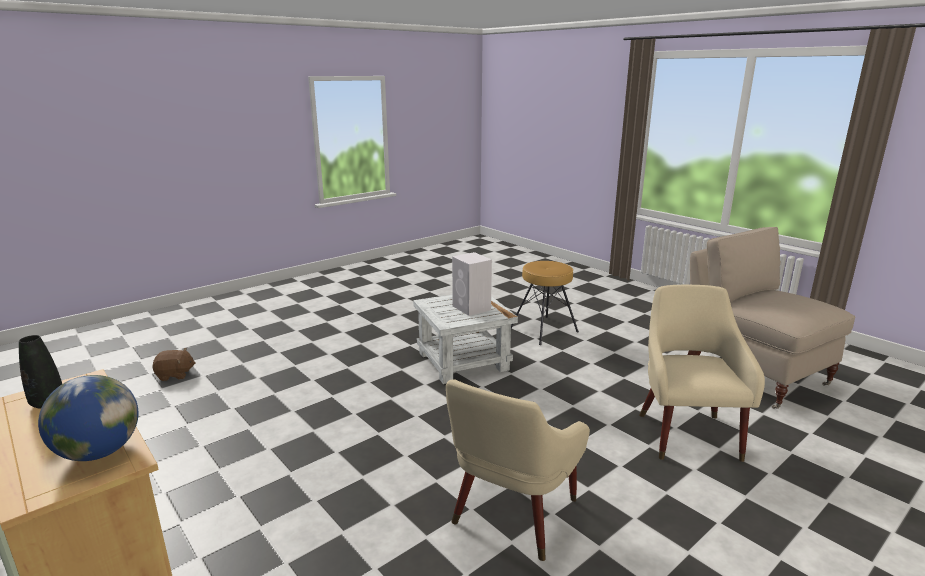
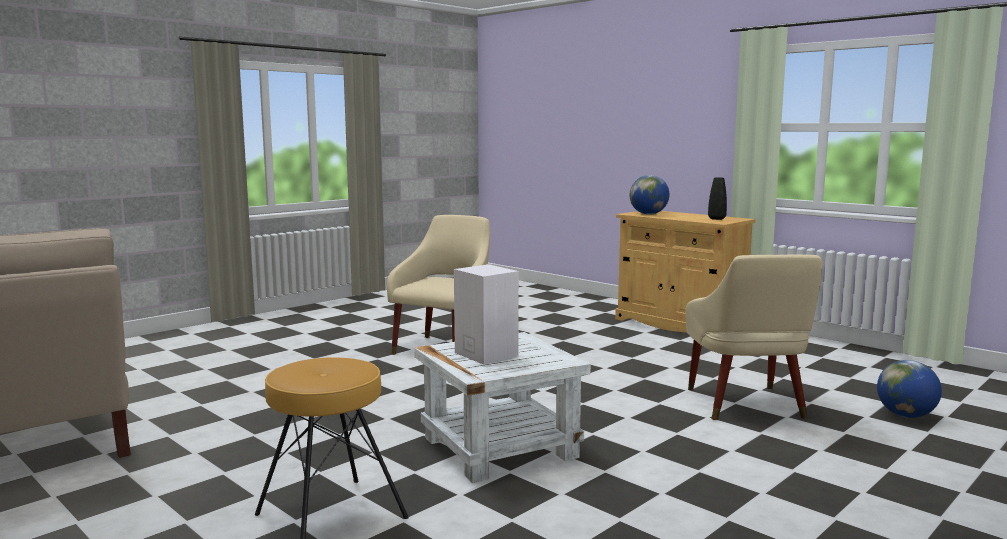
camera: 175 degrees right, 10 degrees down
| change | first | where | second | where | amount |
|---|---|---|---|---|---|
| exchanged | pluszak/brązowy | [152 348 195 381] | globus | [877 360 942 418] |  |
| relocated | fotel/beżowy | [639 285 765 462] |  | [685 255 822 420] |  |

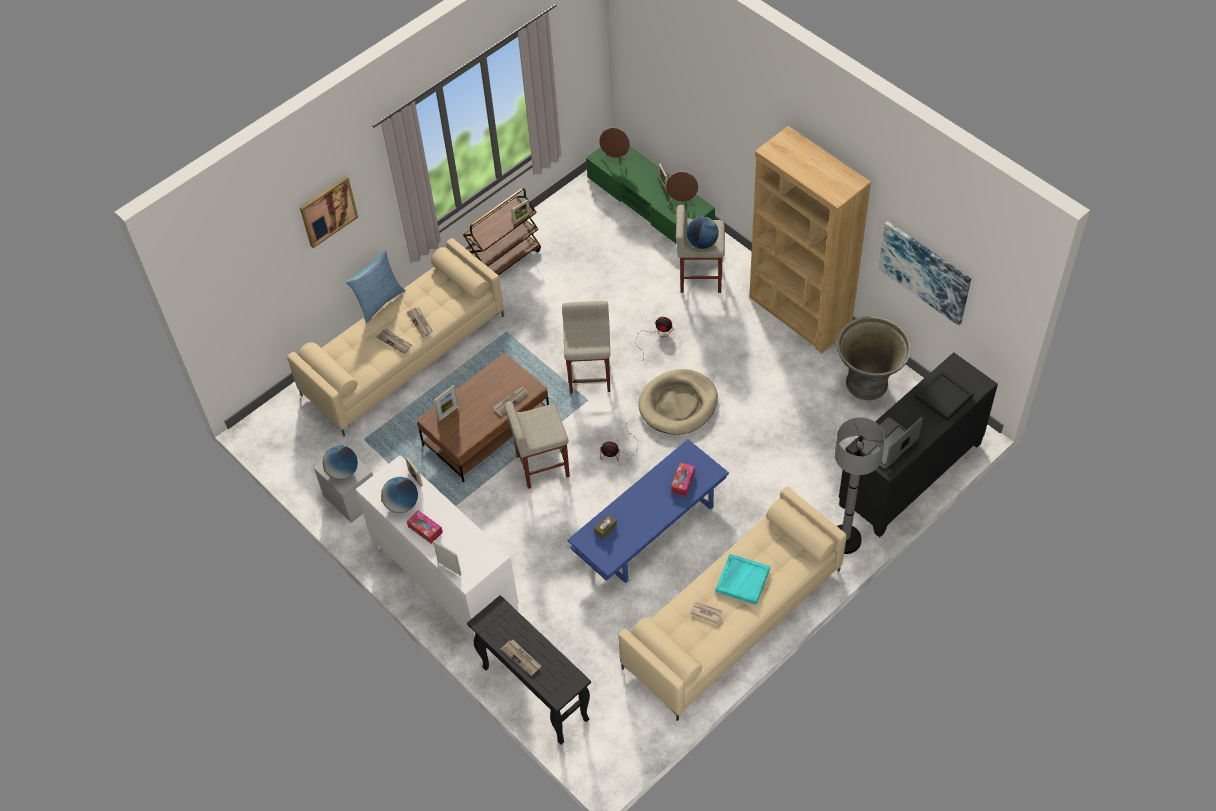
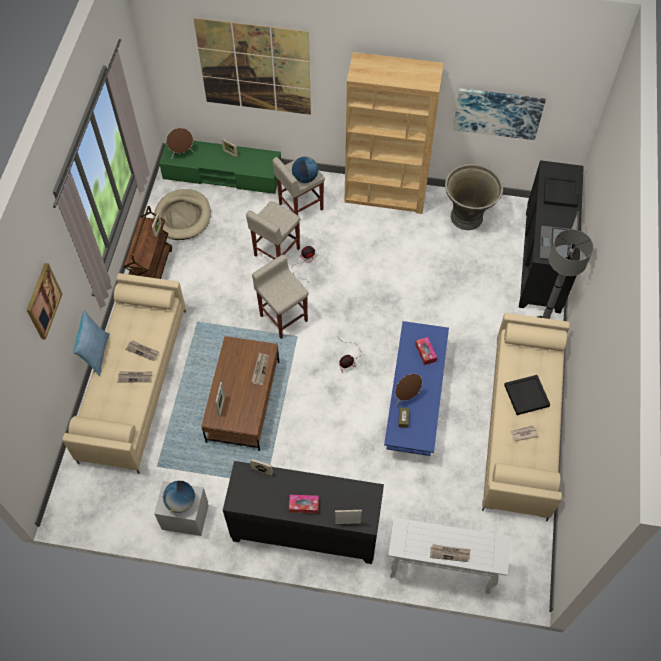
camera: 40 degrees left, 5 degrees up
| change | first | where | second | where | amount |
|---|---|---|---|---|---|
| colour | szafka/biały | [356 455 519 642] | szafka/czarny | [223 461 384 564] |  |
| missing | globus | [381 477 418 513] |  |  |  |
| colour | stolik konsolowy/czarny | [467 595 591 745] | stolik konsolowy/biały | [388 517 511 594] |  |
| relocated | stołek/beżowy | [504 401 570 489] |  | [246 201 300 259] |  |
| relocated | legowisko/beżowy | [638 369 718 434] |  | [153 189 211 240] |  |
| relocated | głośnik/brązowy | [666 172 698 207] |  | [395 374 422 406] |  |
| colour | taca/turkusowy | [715 554 770 605] | taca/czarny | [504 375 550 415] |  |
| appeared |  |  | obraz | [193 18 311 115] |  |

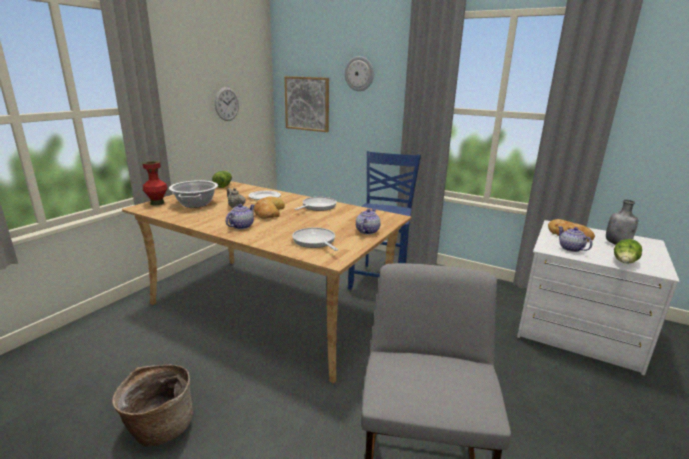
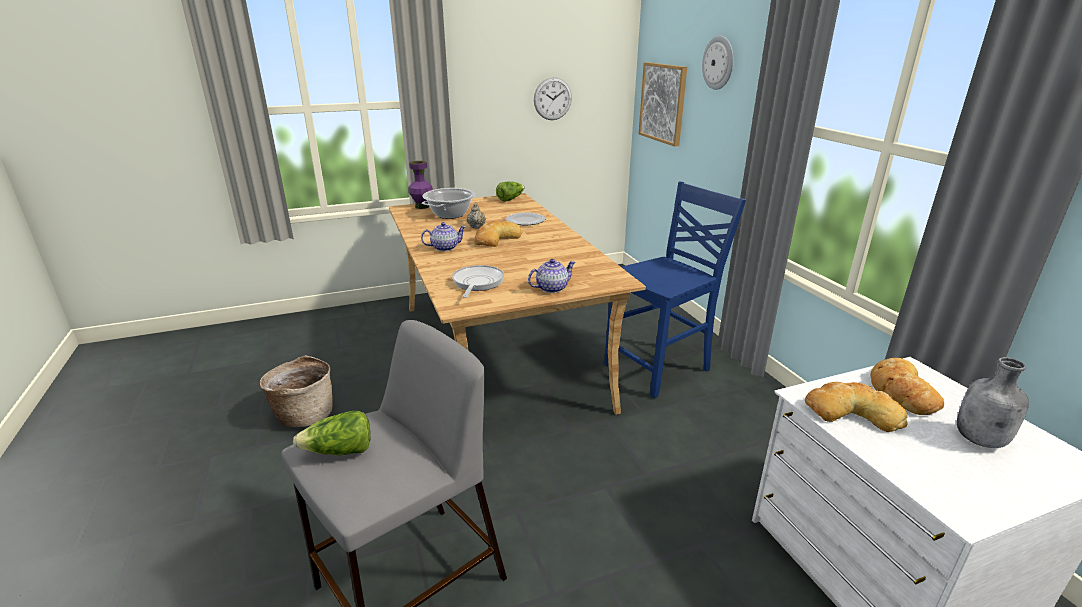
camera: 40 degrees right, 5 degrees up
| change | first | where | second | where | amount |
|---|---|---|---|---|---|
| colour | wazon/czerwony | [143 161 168 205] | wazon/fioletowy | [408 161 433 209] |  |
| missing | patelnia | [295 197 337 211] |  |  |  |
| exchanged | imbryk | [558 226 592 252] | chleb | [805 382 908 432] |  |
| relocated | sałata | [614 239 642 264] |  | [293 411 370 455] |  |

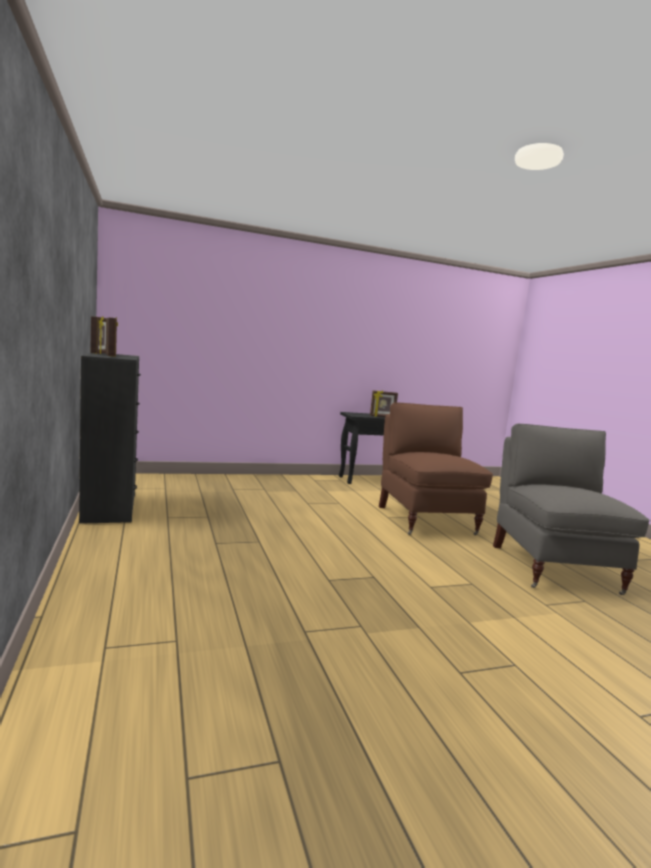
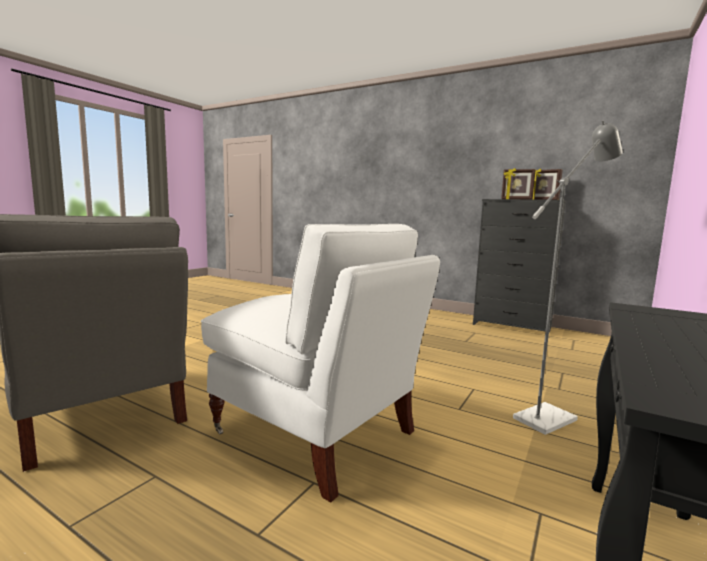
camera: 140 degrees right, 0 degrees up
| change | first | where | second | where | amount |
|---|---|---|---|---|---|
| missing | ramka na zdjęcie | [370 391 398 417] |  |  |  |
| colour | fotel/brązowy | [379 402 493 535] | fotel/biały | [201 224 440 503] |  |
| appeared |  |  | lampa stojąca/szary | [513 120 623 435] |  |

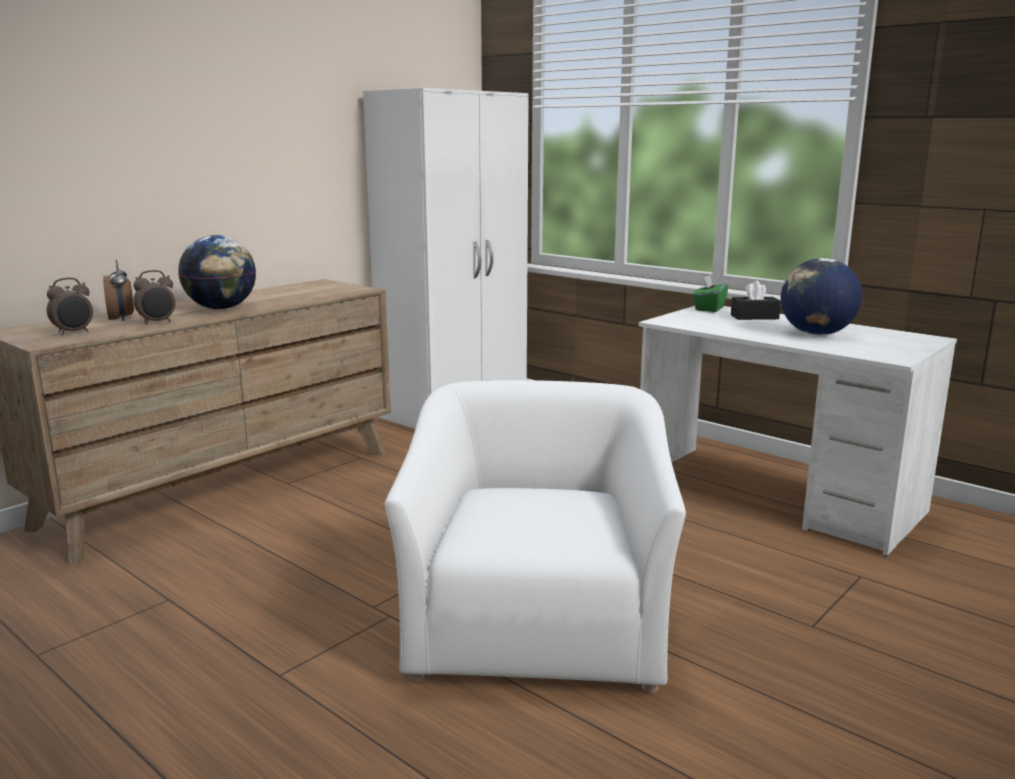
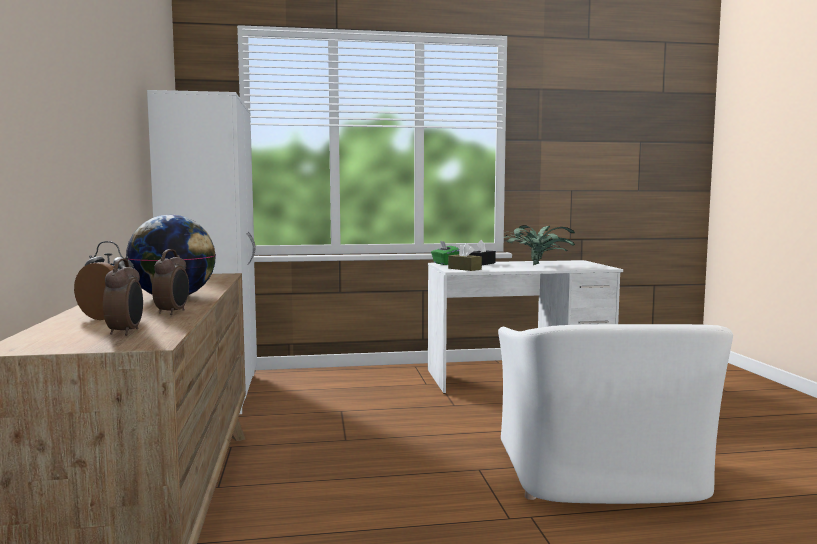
camera: 50 degrees left, 10 degrees down
| change | first | where | second | where | amount |
|---|---|---|---|---|---|
| spun | fotel/biały | [385 380 686 693] |  | [498 324 733 504] | 135 degrees counterclockwise |
| exchanged | globus | [781 258 862 335] | roślina doniczkowa | [504 225 575 265] |  |
| appeared |  |  | pudełko chusteczek/brązowy | [448 243 482 271] |  |

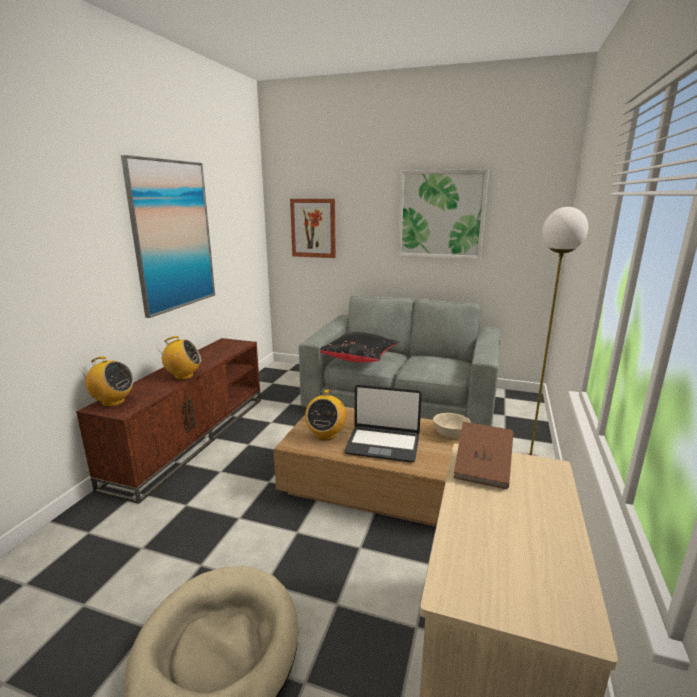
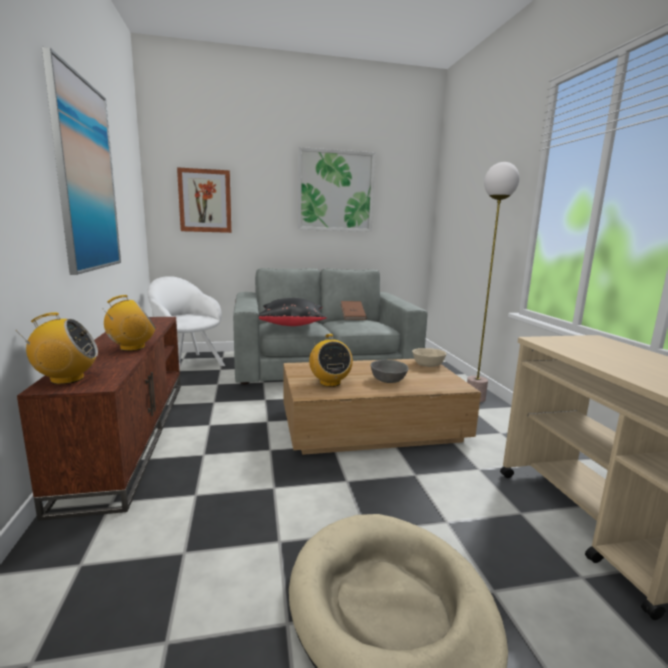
camera: 30 degrees left, 5 degrees down
| change | first | where | second | where | amount |
|---|---|---|---|---|---|
| exchanged | laptop | [344 385 422 463] | miska/szary | [370 360 409 383] |  |
| relocated | książka/brązowy | [454 422 513 489] |  | [340 301 367 320] |  |
| appeared |  |  | fotel/biały | [147 276 225 369] |  |

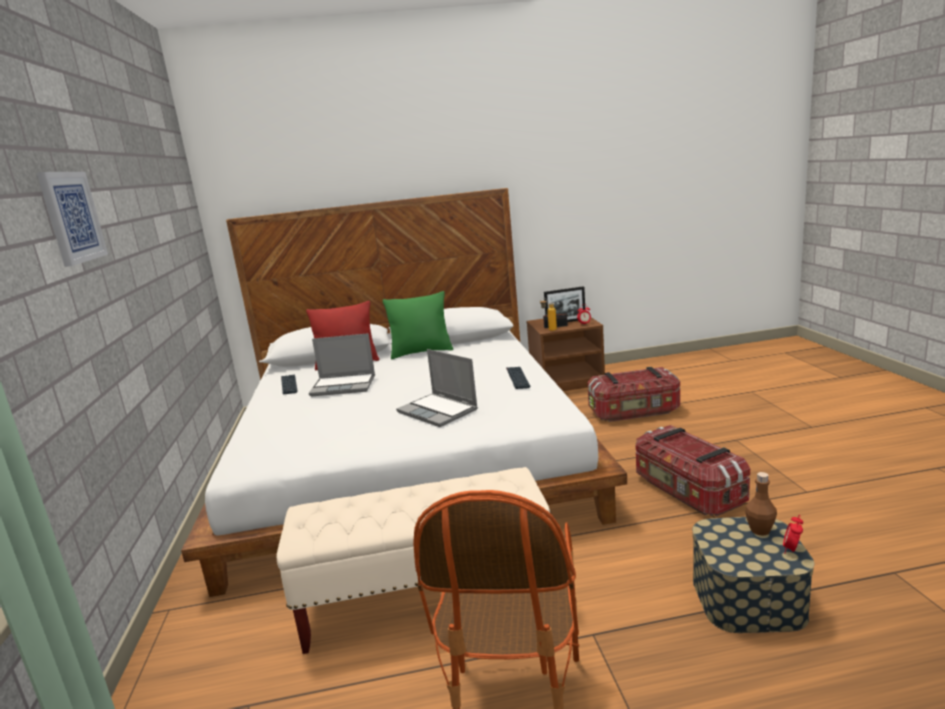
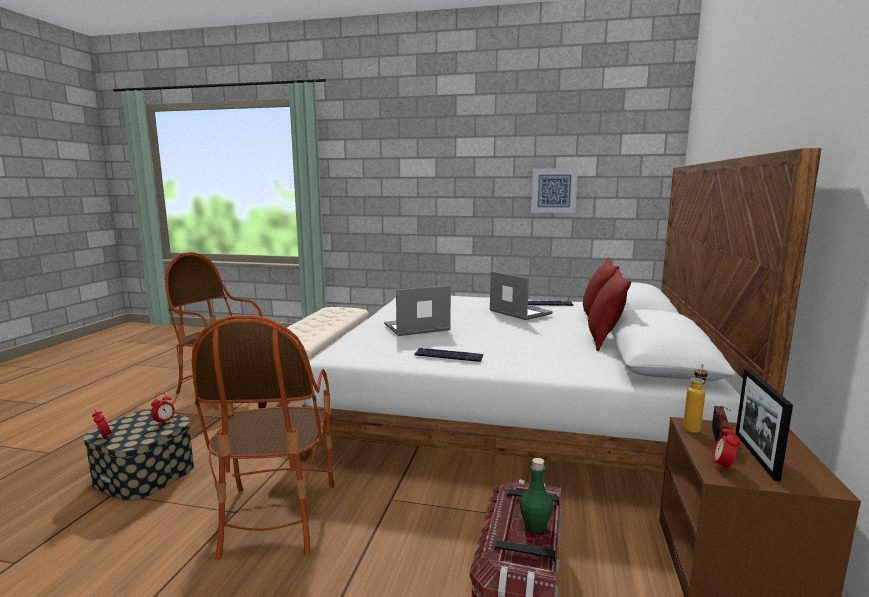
camera: 110 degrees right, 5 degrees down
| change | first | where | second | where | amount |
|---|---|---|---|---|---|
| relocated | obraz | [37 172 108 267] |  | [531 168 578 213] |  |
| spun | laptop | [309 333 375 396] |  | [489 271 553 320] | 120 degrees clockwise |
| colour | poduszka/zielony | [383 291 453 359] | poduszka/czerwony | [588 269 631 351] |  |
| exchanged | pojemnik do przechowywania | [636 425 750 516] | fotel | [192 315 334 560] |  |
| missing | butelka/brązowy | [745 472 777 536] |  |  |  |
| appeared |  |  | budzik | [151 393 175 426] |  |
| appeared |  |  | butelka/zielony | [519 458 553 533] |  |

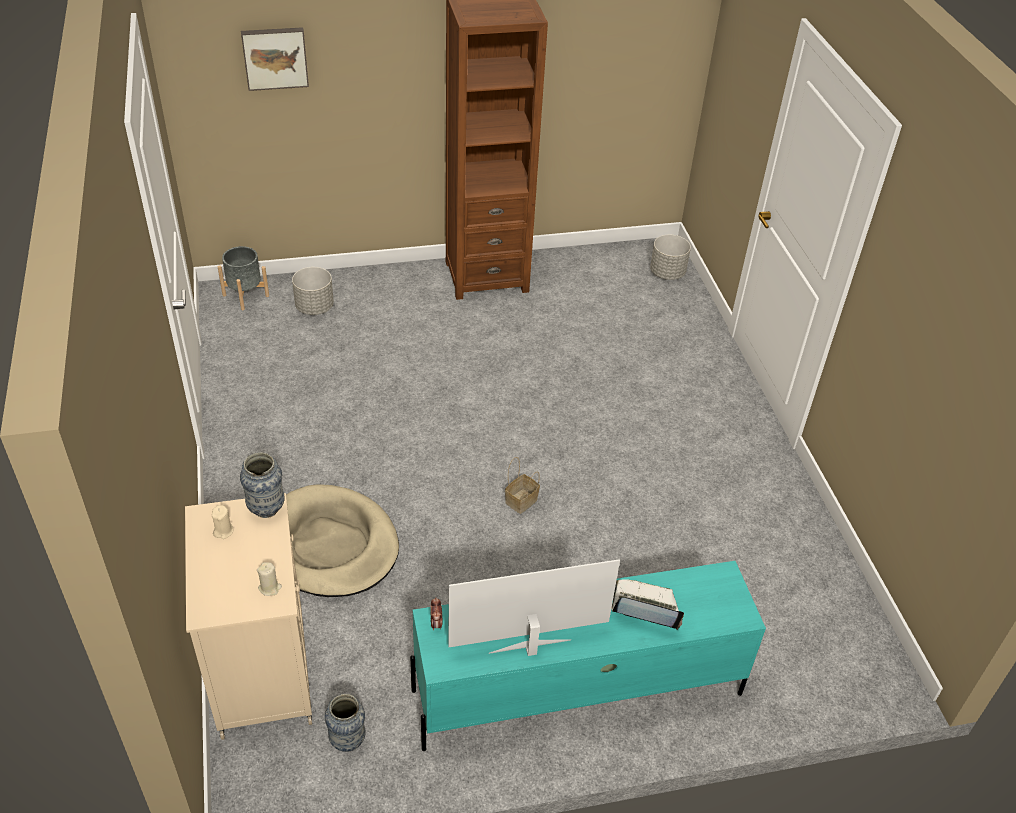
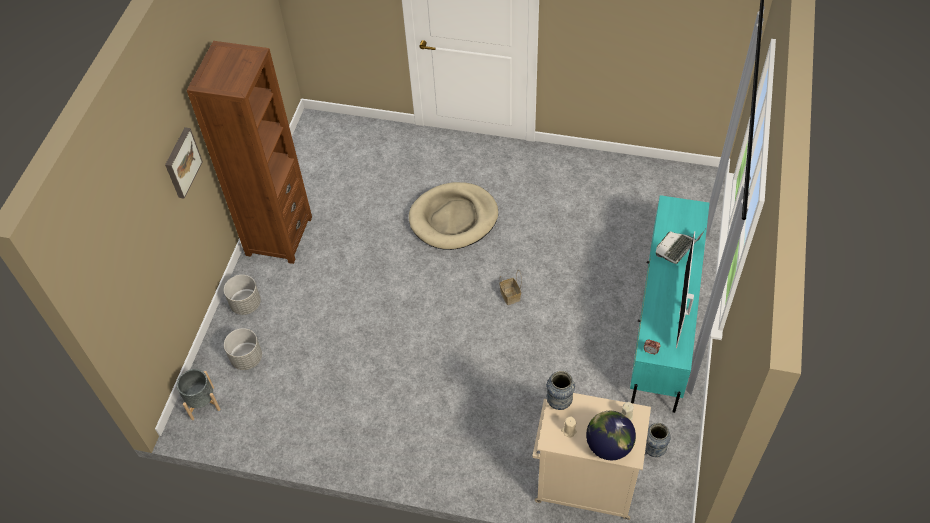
camera: 60 degrees left, 10 degrees up
| change | first | where | second | where | amount |
|---|---|---|---|---|---|
| relocated | obraz | [241 27 309 91] |  | [165 127 203 199] |  |
| relocated | legowisko/beżowy | [286 484 399 597] |  | [409 182 498 250] |  |
| relocated | donica/szary | [650 234 691 280] |  | [224 275 261 315] |  |
| appeared |  |  | globus | [586 411 636 460] |  |

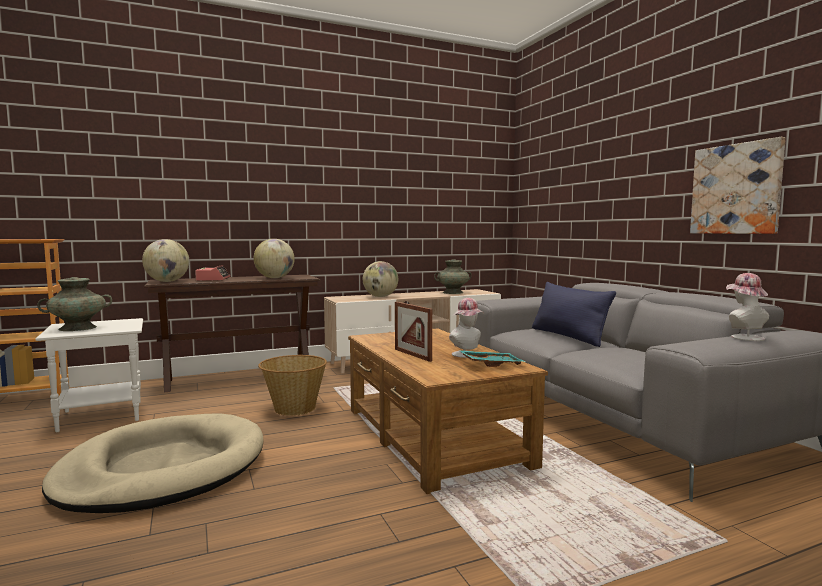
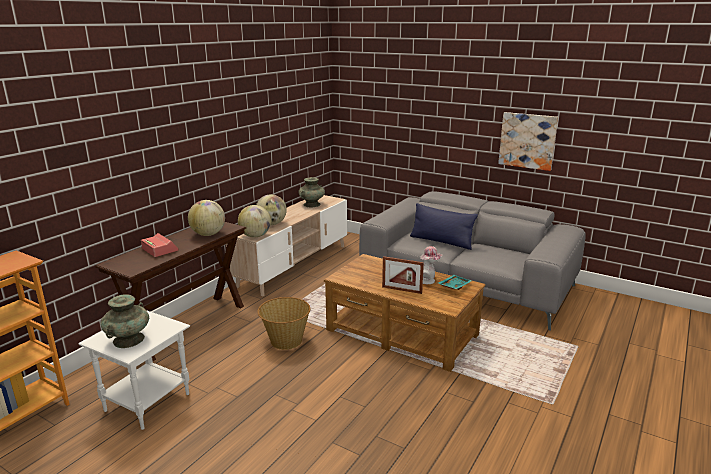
camera: 35 degrees left, 15 degrees up
| change | first | where | second | where | amount |
|---|---|---|---|---|---|
| missing | legowisko/beżowy | [42 414 264 513] |  |  |  |
| relocated | globus | [142 239 189 282] |  | [238 205 271 238] |  |
| missing | kapelusz | [726 273 769 341] |  |  |  |

